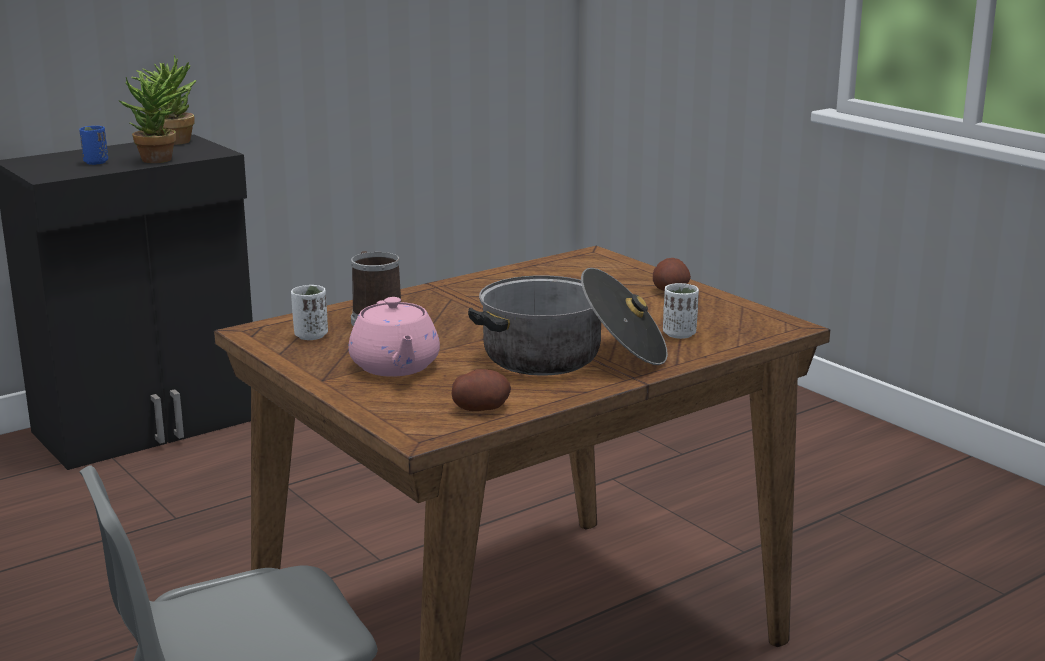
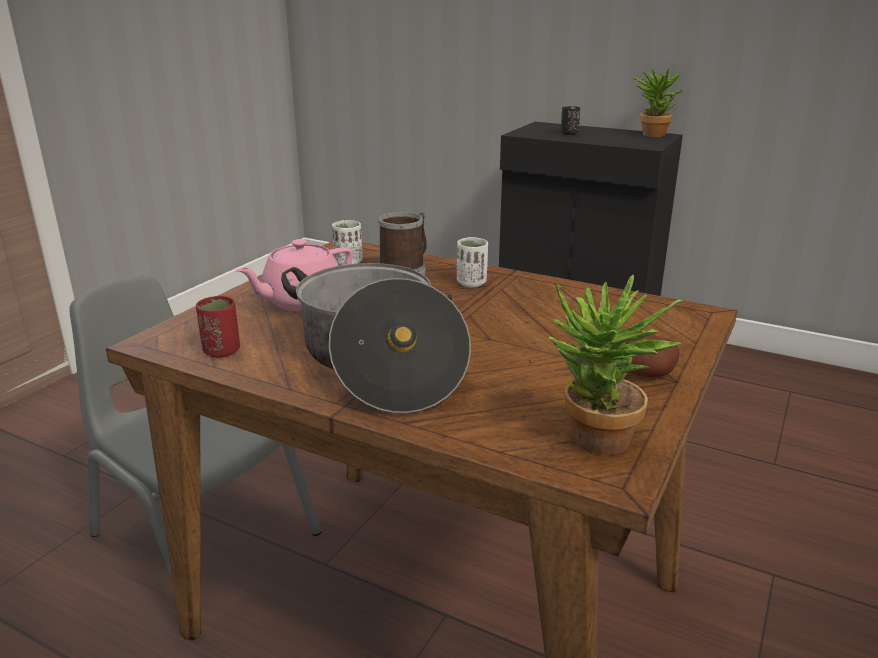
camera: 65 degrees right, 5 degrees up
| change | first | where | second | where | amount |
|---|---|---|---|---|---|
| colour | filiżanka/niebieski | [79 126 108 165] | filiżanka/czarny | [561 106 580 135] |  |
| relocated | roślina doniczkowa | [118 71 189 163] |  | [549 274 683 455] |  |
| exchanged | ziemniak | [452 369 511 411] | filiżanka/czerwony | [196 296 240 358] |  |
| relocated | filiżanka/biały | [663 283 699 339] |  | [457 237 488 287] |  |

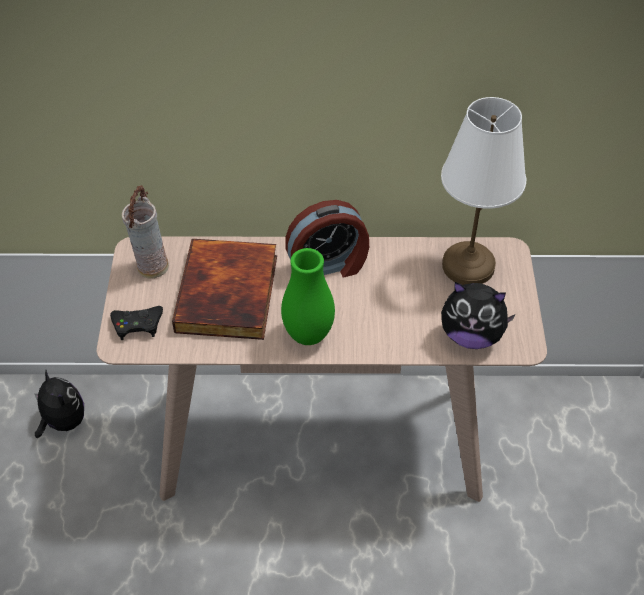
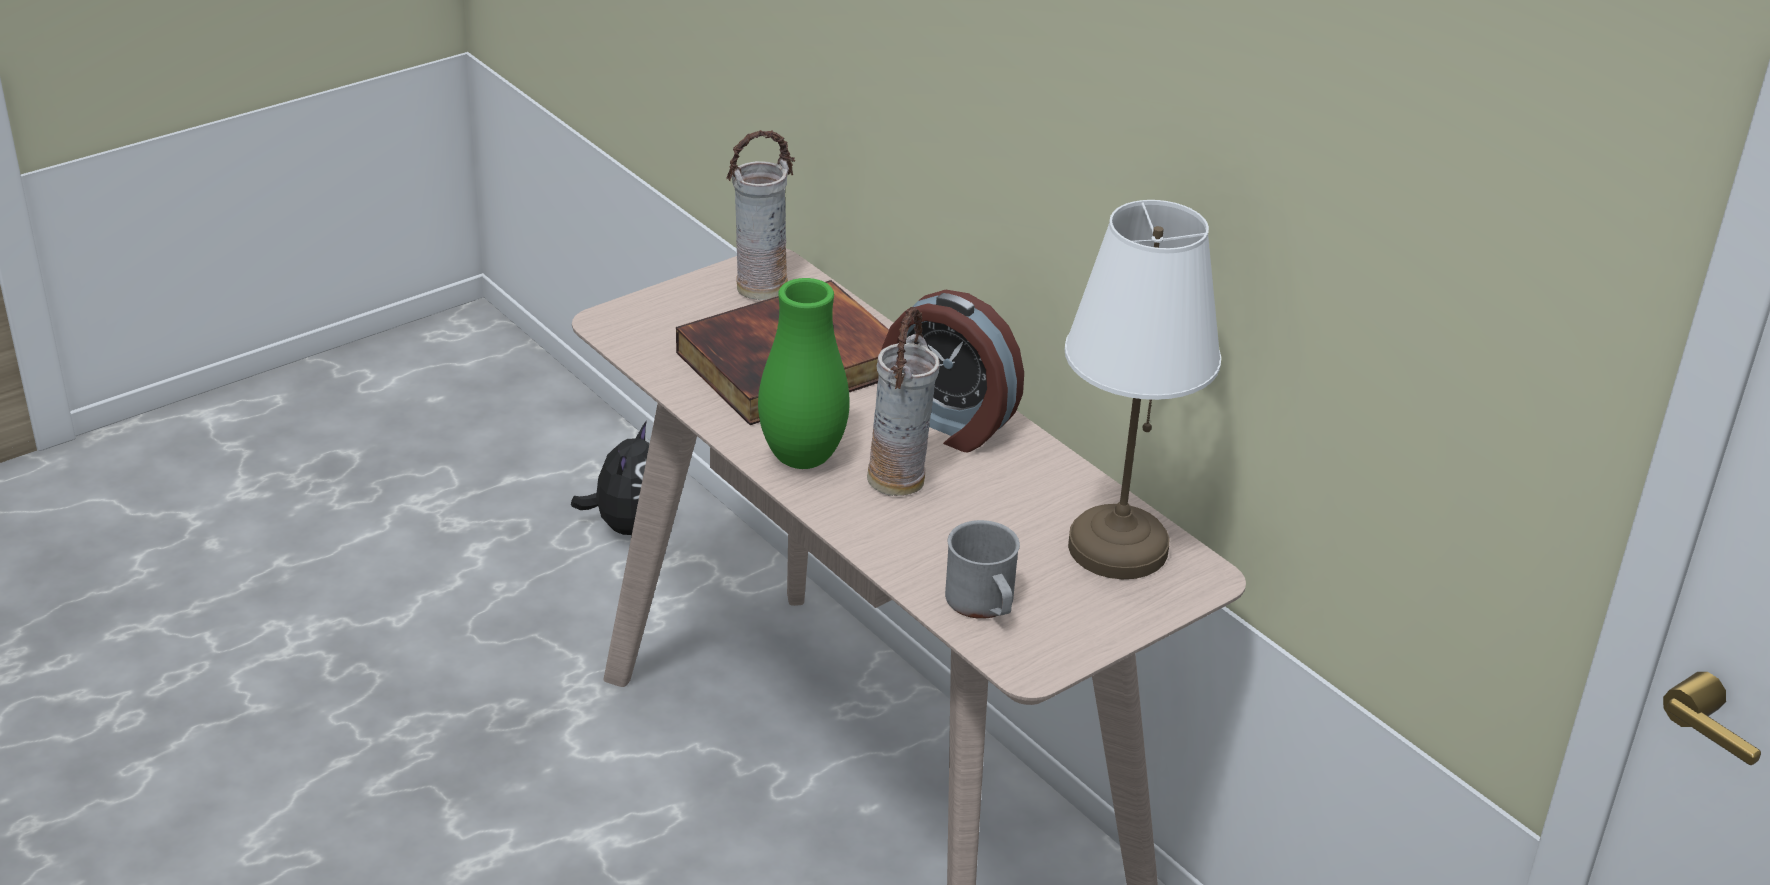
camera: 50 degrees right, 15 degrees down
| change | first | where | second | where | amount |
|---|---|---|---|---|---|
| missing | pad do gier/czarny | [110 306 163 340] |  |  |  |
| exchanged | pluszak | [441 282 516 349] | kubek/szary | [945 520 1020 619] |  |
| appeared |  |  | wazon | [867 307 940 496] |  |

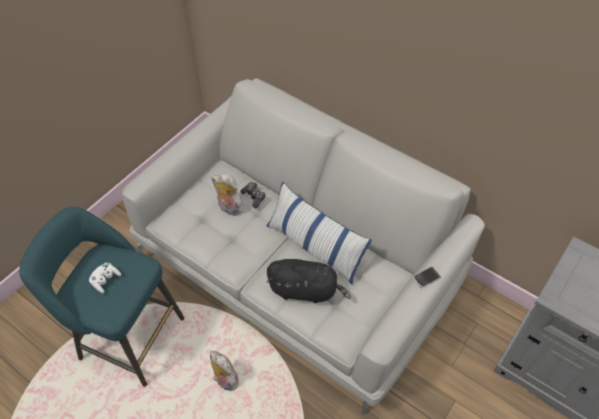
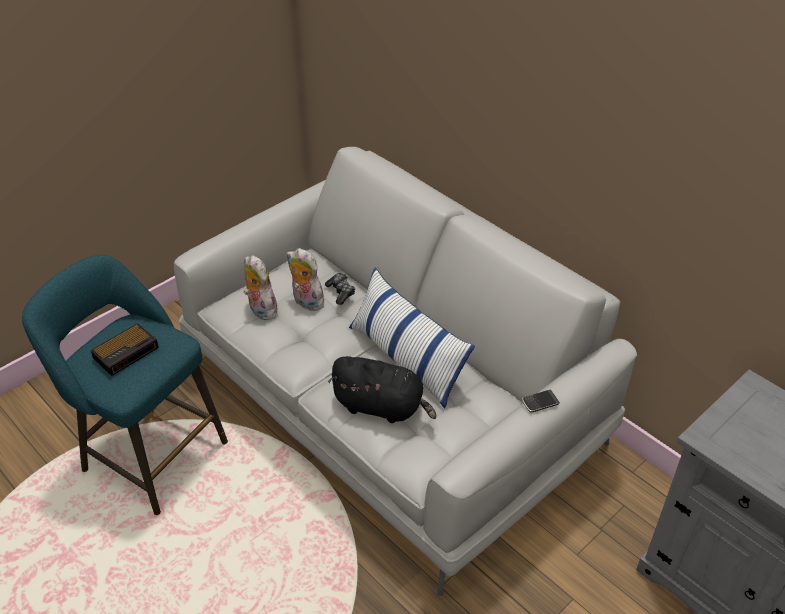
camera: 10 degrees right, 10 degrees down
| change | first | where | second | where | amount |
|---|---|---|---|---|---|
| exchanged | pad do gier/biały | [89 263 121 293] | budzik | [91 323 159 376] |  |
| relocated | pluszak | [210 351 239 391] |  | [244 255 279 320] |  |

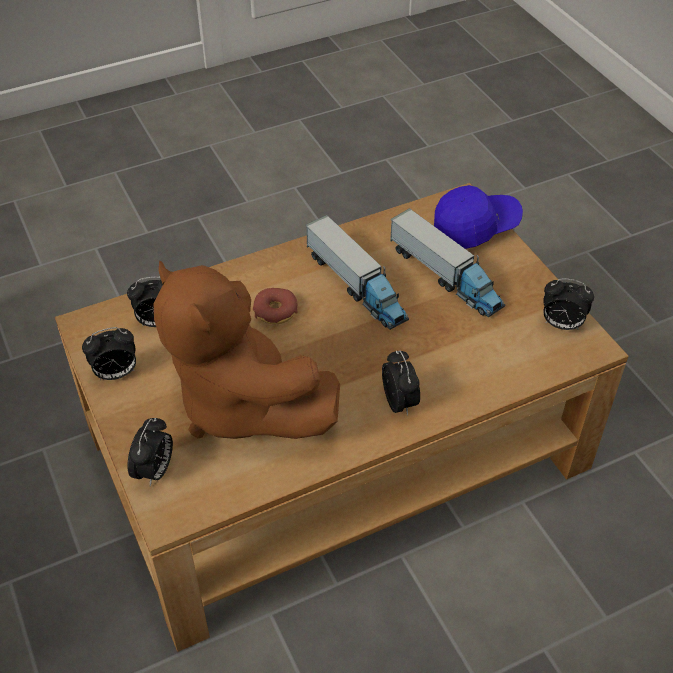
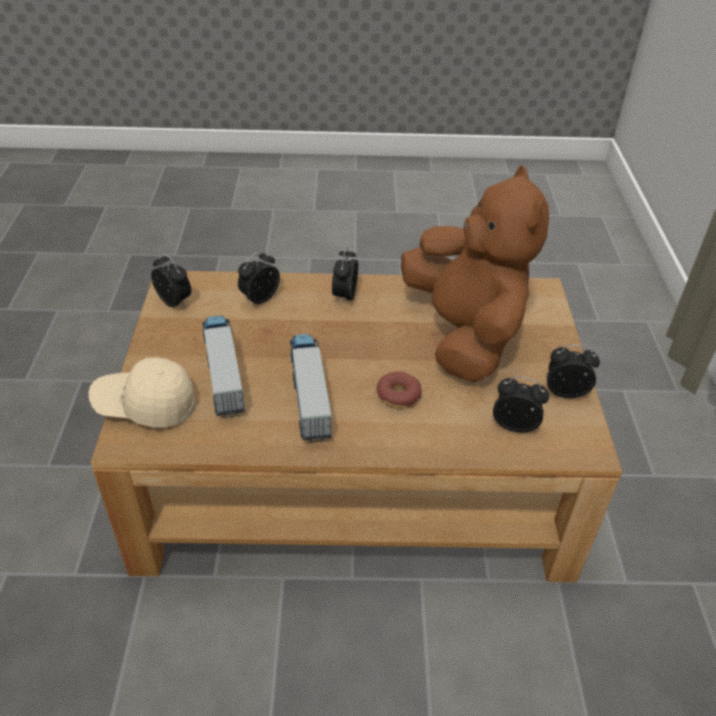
camera: 155 degrees left, 5 degrees down
| change | first | where | second | where | amount |
|---|---|---|---|---|---|
| relocated | budzik | [127 418 173 486] |  | [238 250 280 304] |  |
| colour | czapka z daszkiem/niebieski | [434 185 523 249] | czapka z daszkiem/beżowy | [88 357 195 428] |  |

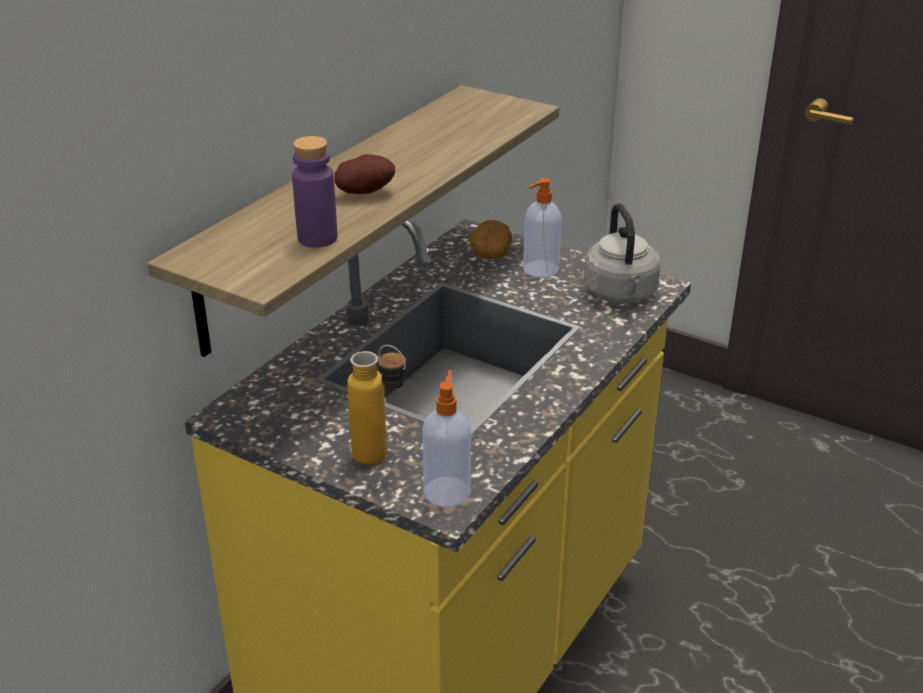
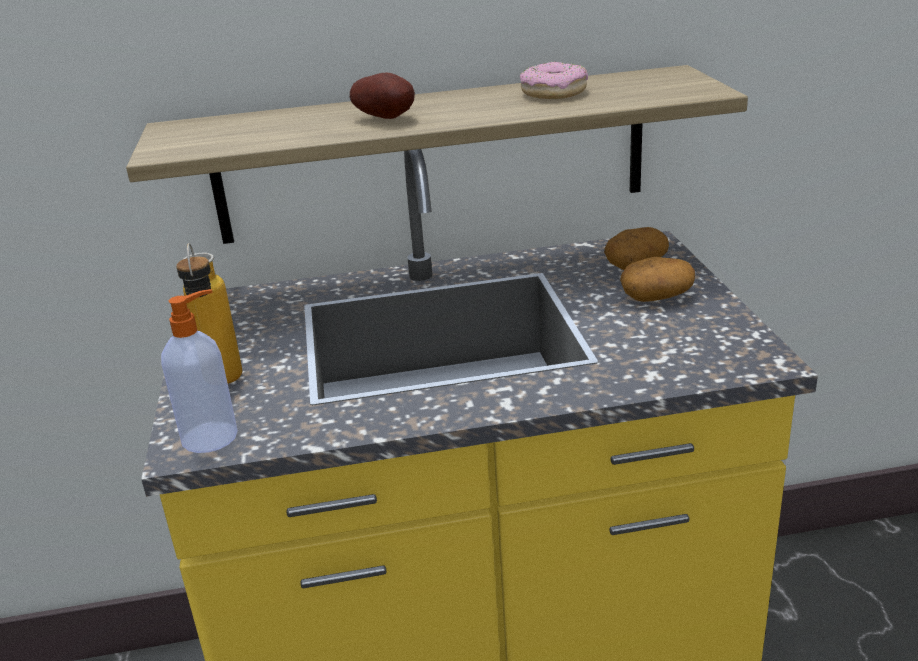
camera: 50 degrees right, 5 degrees down
| change | first | where | second | where | amount |
|---|---|---|---|---|---|
| missing | butelka/fioletowy | [292 136 338 248] |  |  |  |
| exchanged | dozownik mydła | [523 178 562 278] | ziemniak | [620 257 695 302] |  |
| missing | czajnik/szary | [584 203 661 303] |  |  |  |
| appeared |  |  | donut | [520 62 588 99] |  |

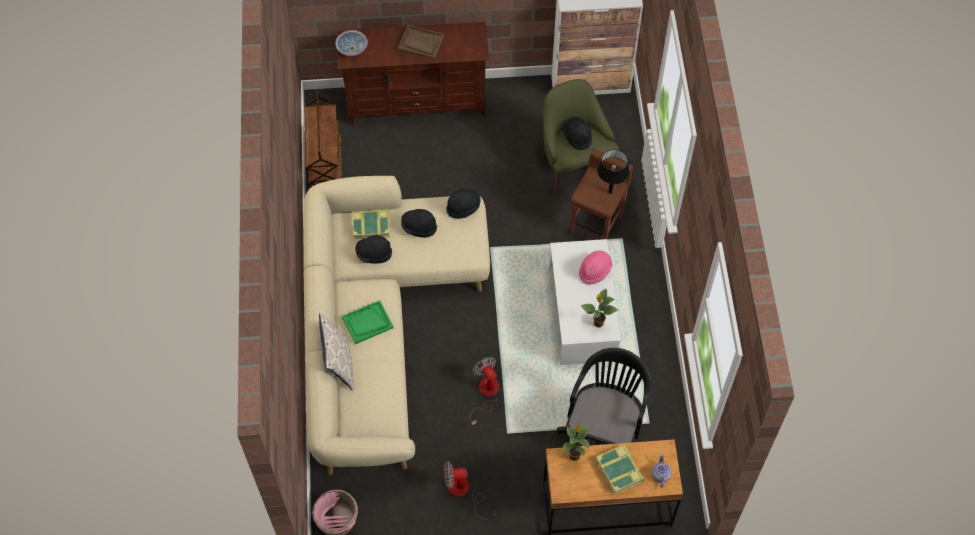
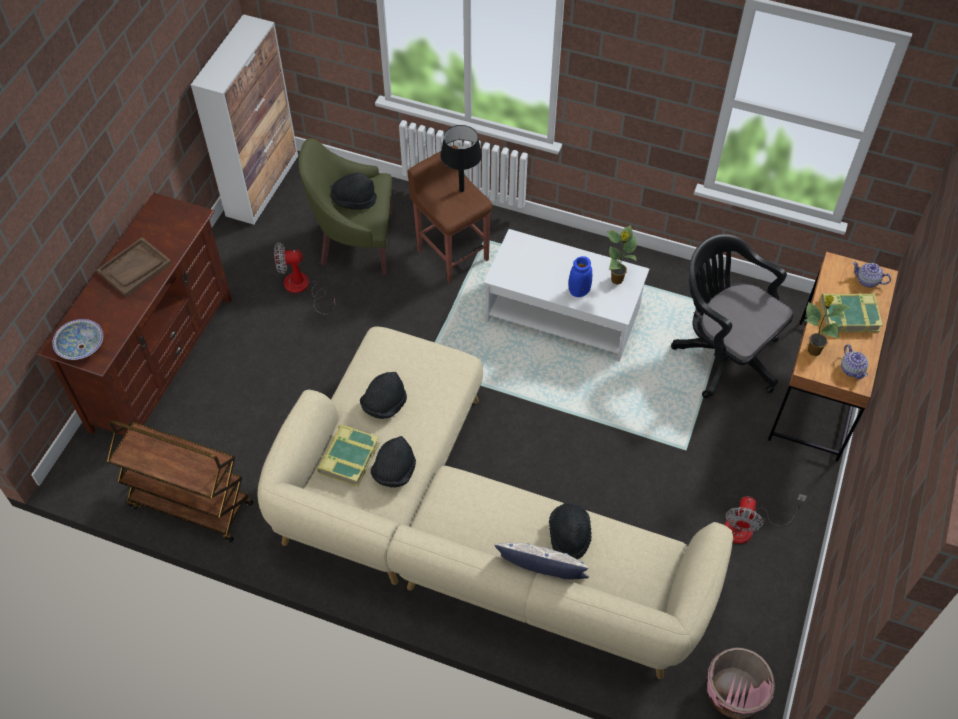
camera: 65 degrees left, 5 degrees down
| change | first | where | second | where | amount |
|---|---|---|---|---|---|
| missing | taca/zielony | [342 300 394 344] |  |  |  |
| relocated | kapelusz/czarny | [446 189 481 219] |  | [549 503 592 559] |  |
| relocated | wentylator | [470 357 499 425] |  | [274 242 335 315] |  |
| missing | kapelusz/różowy | [579 251 612 284] |  |  |  |
| appeared |  |  | wazon/niebieski | [568 256 592 297] |  |
| appeared |  |  | imbryk | [841 344 868 379] |  |

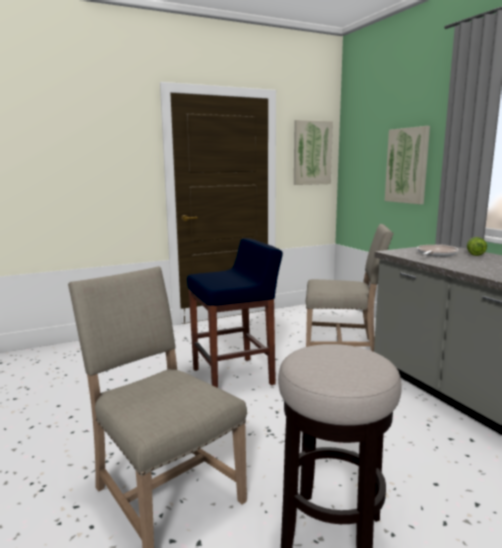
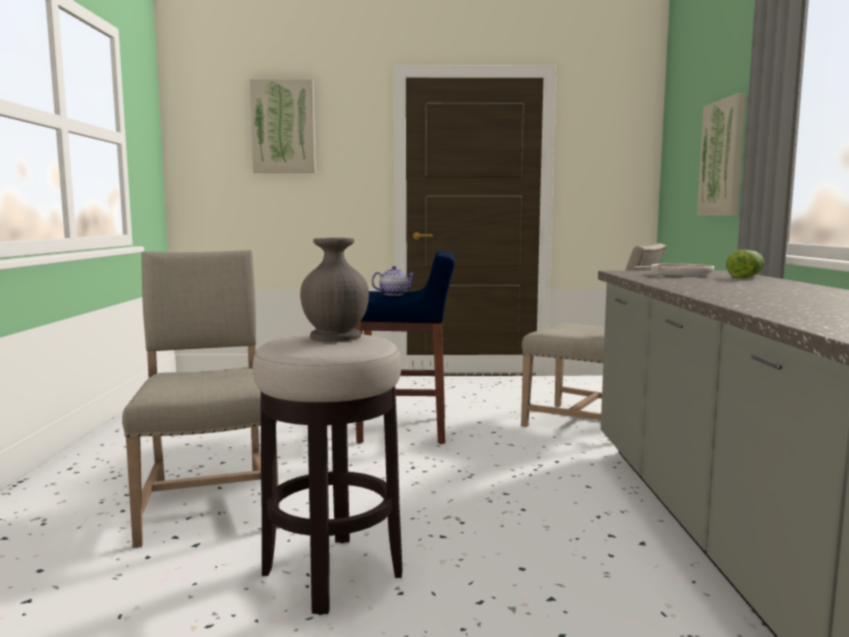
camera: 25 degrees right, 5 degrees down
| change | first | where | second | where | amount |
|---|---|---|---|---|---|
| relocated | obraz | [294 120 333 185] |  | [250 79 316 173] |  |
| appeared |  |  | wazon/szary | [300 238 369 342] |  |
| appeared |  |  | imbryk | [371 266 416 296] |  |

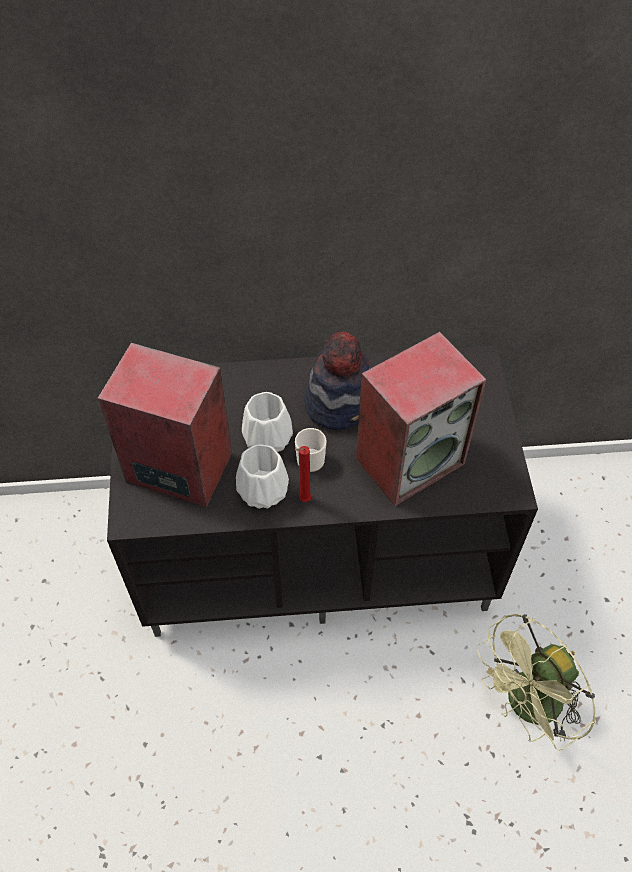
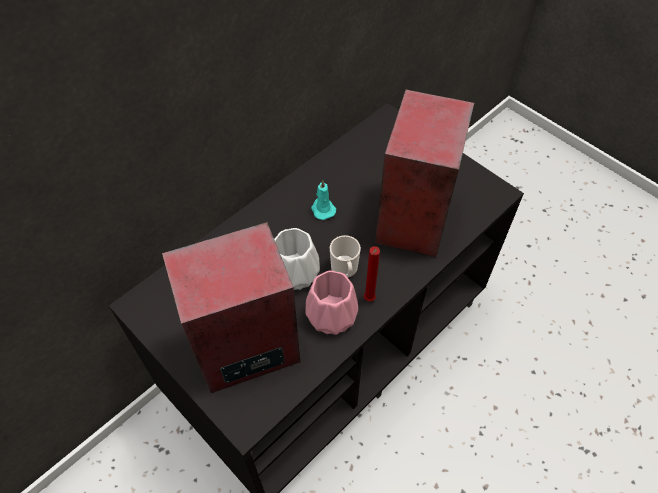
camera: 40 degrees left, 0 degrees up
| change | first | where | second | where | amount |
|---|---|---|---|---|---|
| colour | wazon/biały | [236 444 289 509] | wazon/różowy | [305 271 358 335] |  |
| exchanged | kapelusz | [304 331 370 430] | świeca/turkusowy | [311 180 336 220] |  |
| missing | wentylator/zielony | [477 614 595 751] |  |  |  |

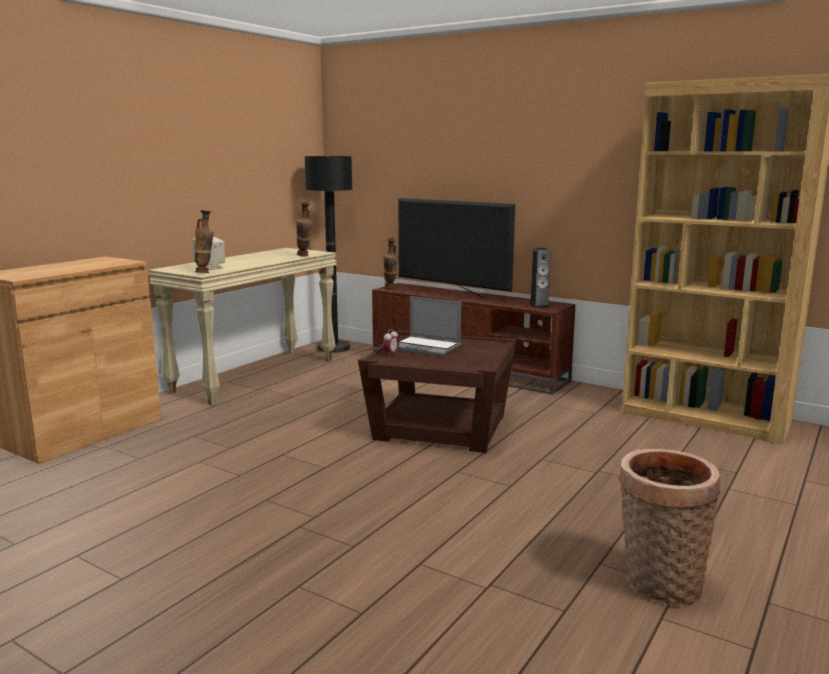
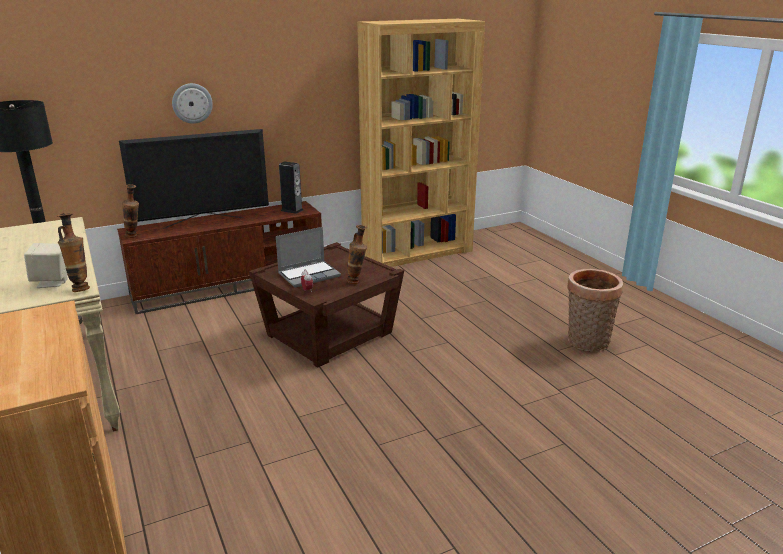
camera: 60 degrees left, 10 degrees up
| change | first | where | second | where | amount |
|---|---|---|---|---|---|
| relocated | wazon | [296 202 312 257] |  | [346 225 367 284] |  |
| appeared |  |  | zegar ścienny | [172 83 213 124] |  |

